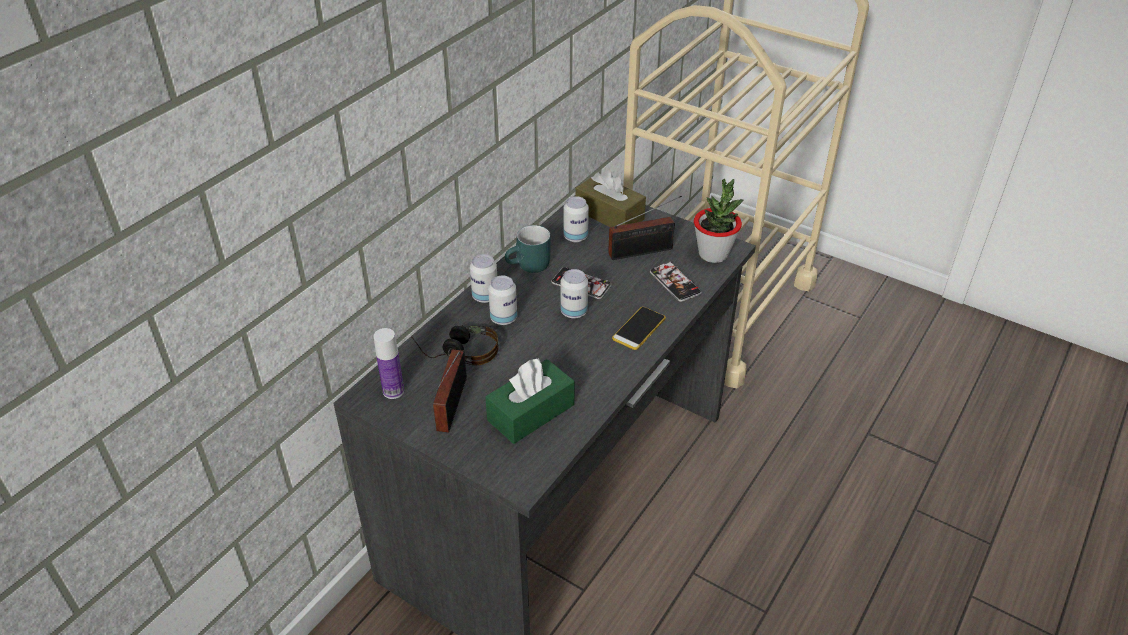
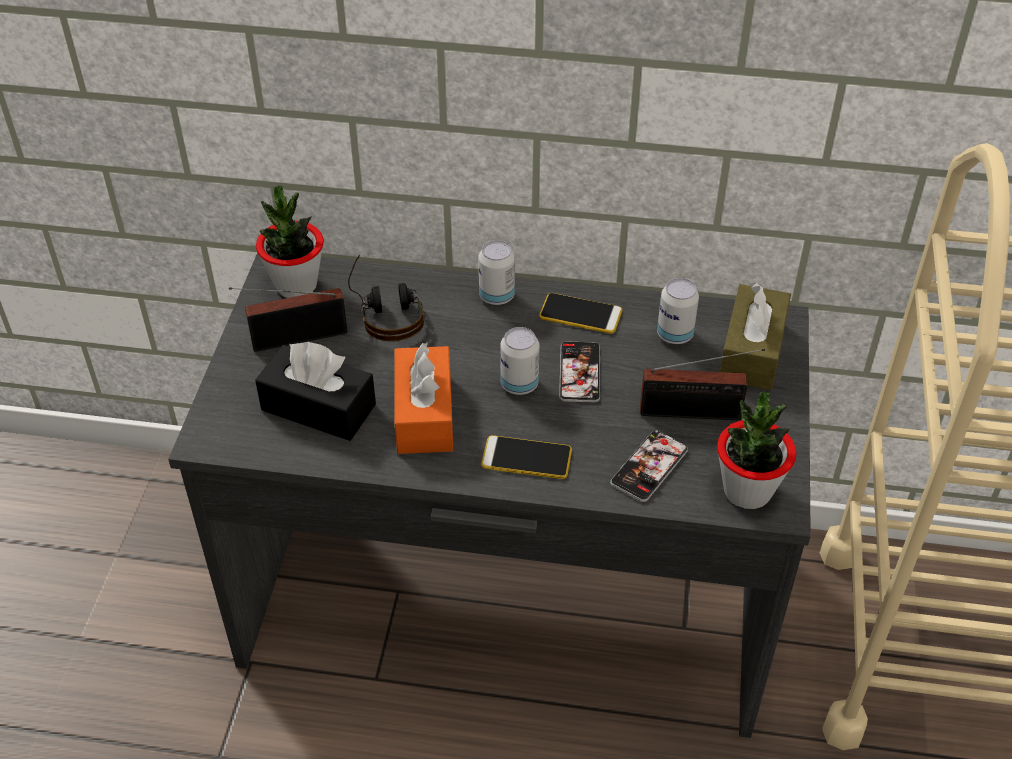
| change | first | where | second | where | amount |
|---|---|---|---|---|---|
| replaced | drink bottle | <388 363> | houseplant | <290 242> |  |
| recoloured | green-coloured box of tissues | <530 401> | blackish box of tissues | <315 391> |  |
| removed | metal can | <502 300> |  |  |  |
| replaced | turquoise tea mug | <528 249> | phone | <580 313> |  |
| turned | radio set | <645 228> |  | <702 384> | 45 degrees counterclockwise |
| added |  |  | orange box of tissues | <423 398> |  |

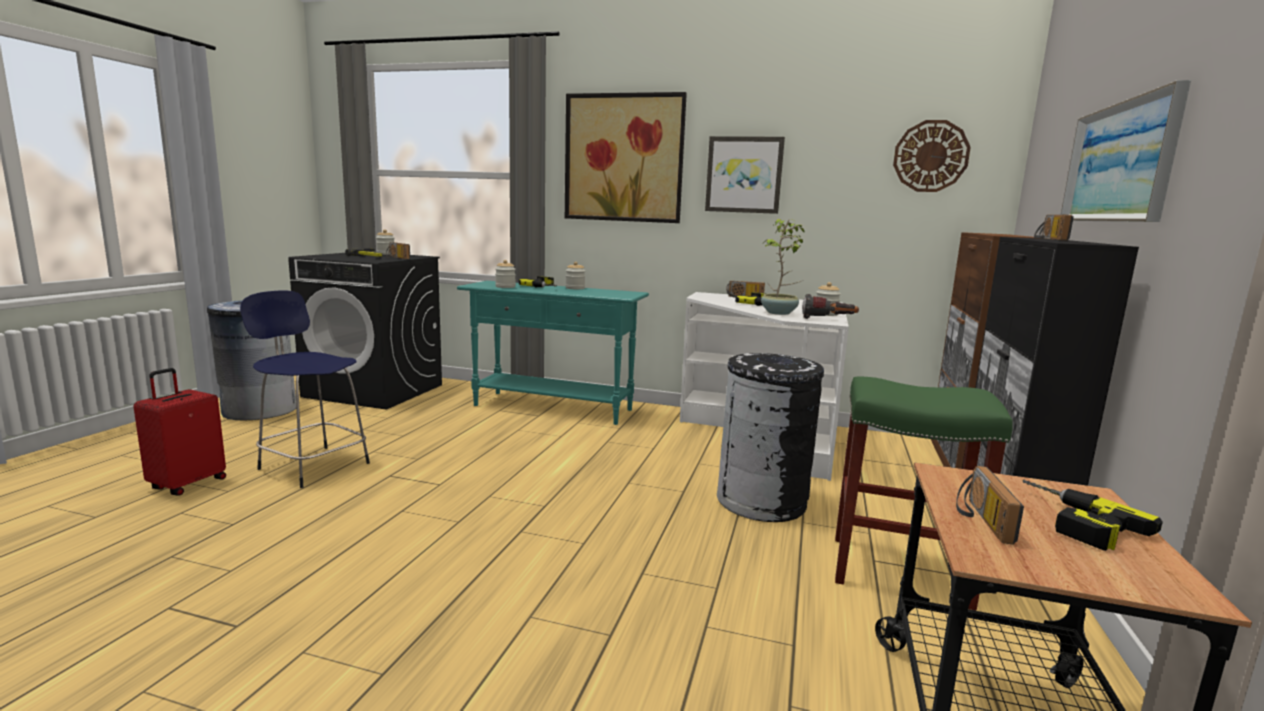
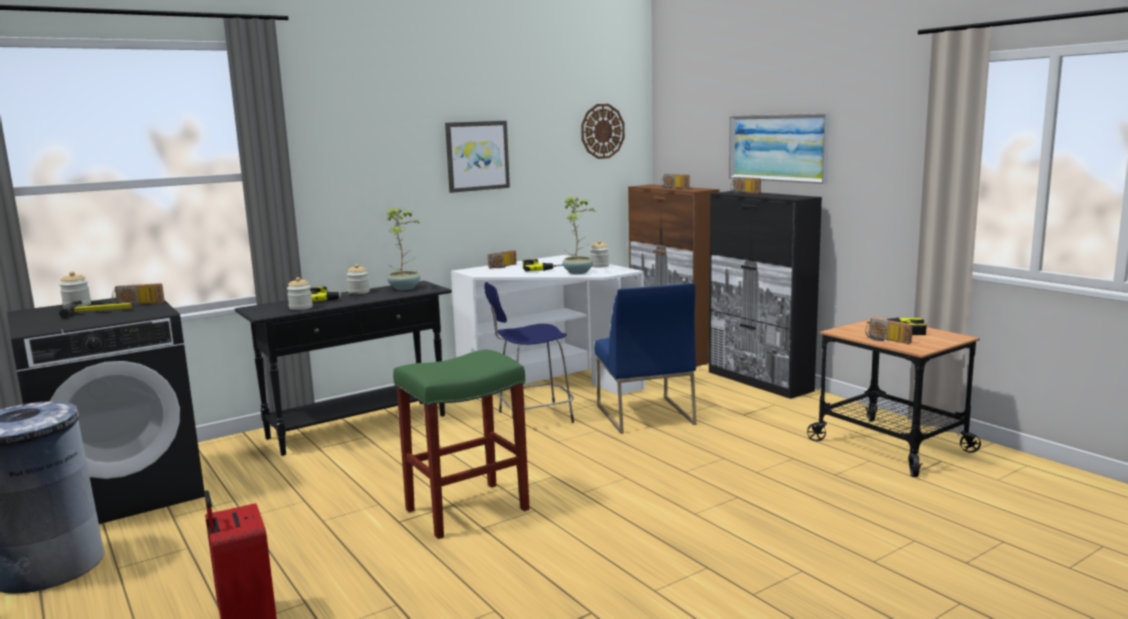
| change | first | where | second | where | amount |
|---|---|---|---|---|---|
| moved | bluish sitting stool | <305 389> |  | <529 352> |  |
| recoloured | turquoise console table | <553 353> | blackish console table | <343 368> |  |
| removed | wall picture | <626 157> |  |  |  |
| replaced | blackish waste bin | <770 437> | bluish chair | <645 358> |  |
| removed | hand torch | <830 306> |  |  |  |
| moved | green-coloured sitting stool | <924 493> |  | <461 444> |  |
| added |  |  | houseplant | <403 248> |  |
| added |  |  | radio set | <675 181> |  |

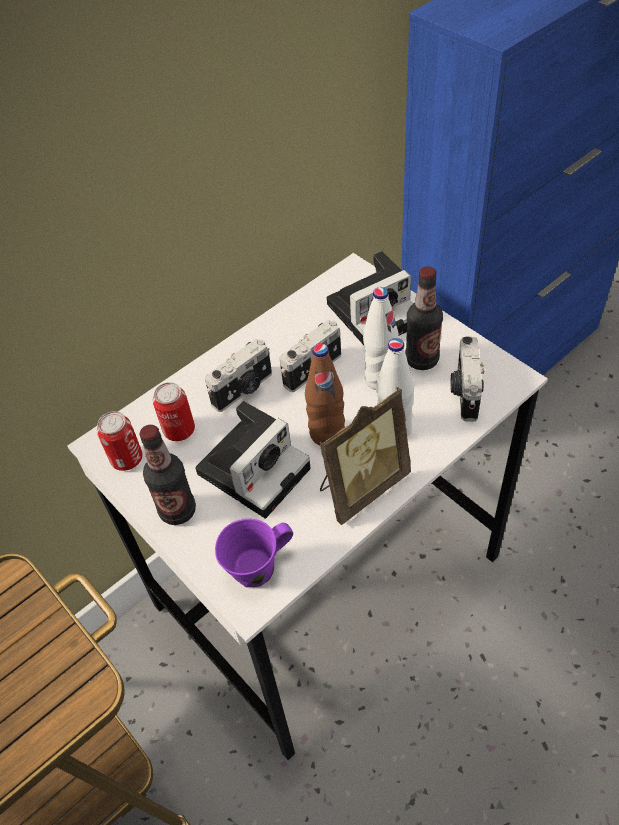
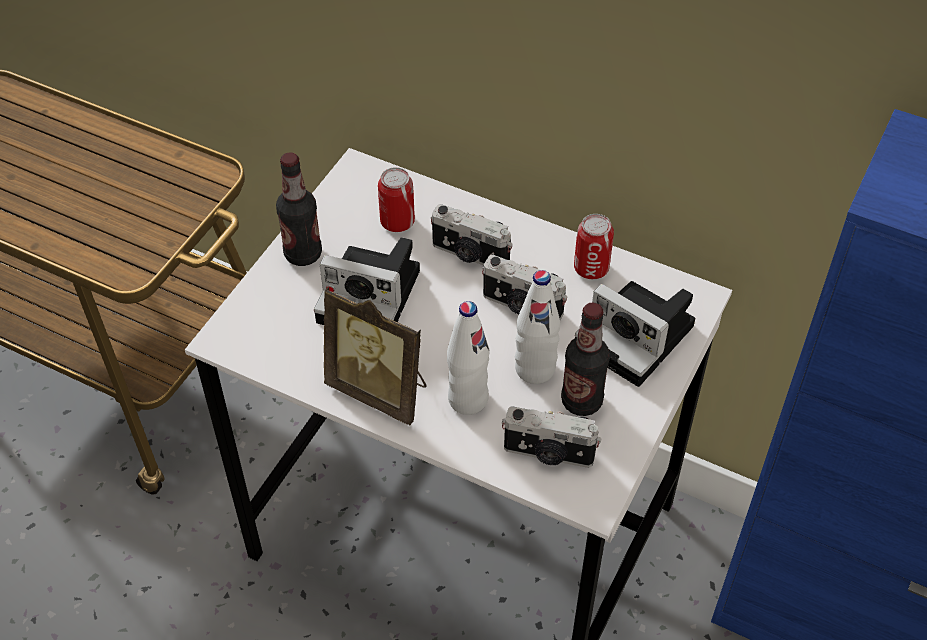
| change | first | where | second | where | amount |
|---|---|---|---|---|---|
| moved | metal can | <120 441> |  | <594 246> |  |
| removed | purplish tea mug | <254 552> |  |  |  |
| removed | brown-coloured drink bottle | <325 394> |  |  |  |
| turned | still camera | <467 378> |  | <552 437> | 150 degrees counterclockwise |

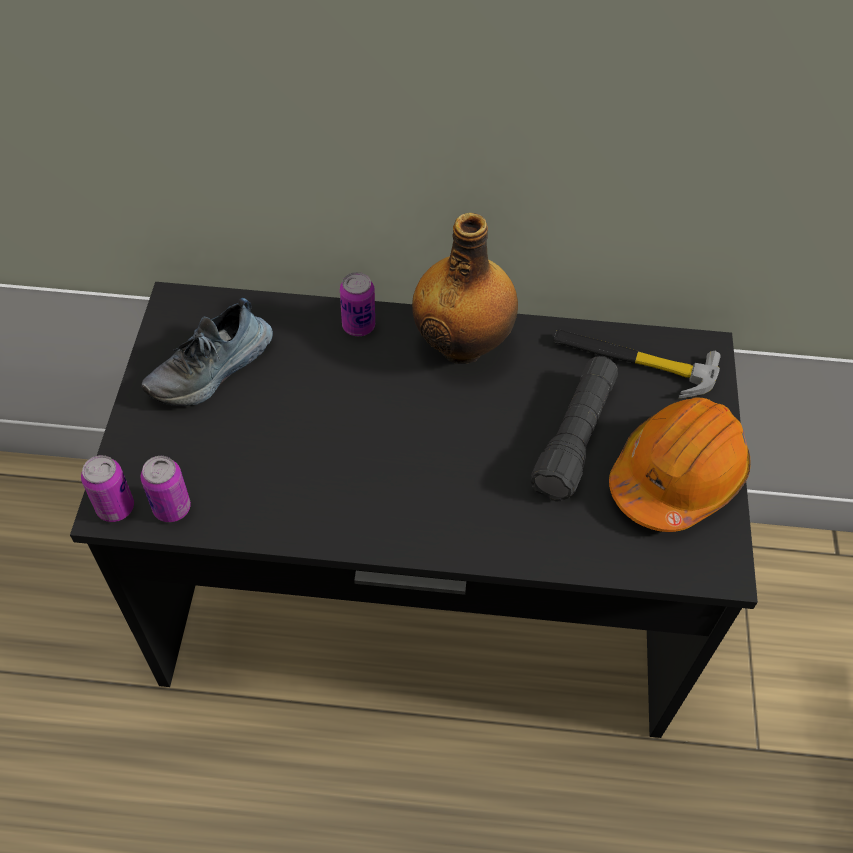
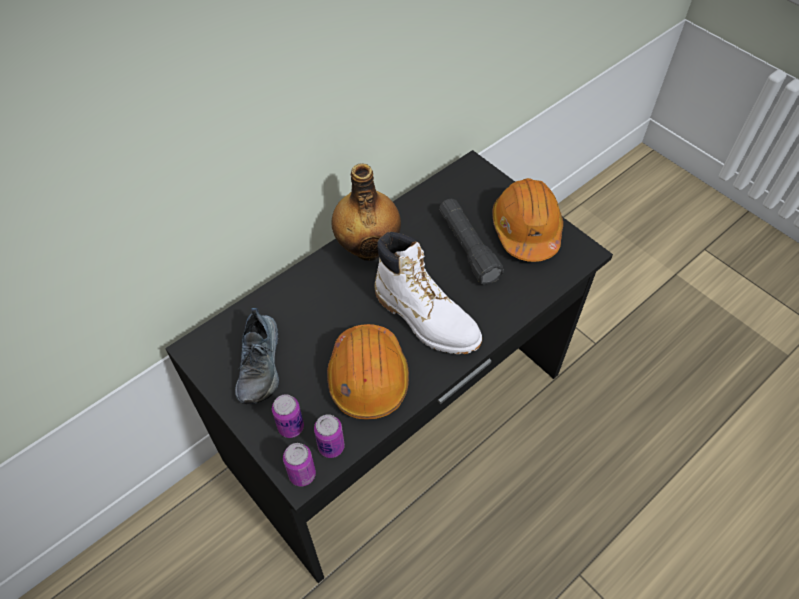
| change | first | where | second | where | amount |
|---|---|---|---|---|---|
| moved | metal can | <357 304> |  | <288 416> |  |
| removed | hammer | <637 364> |  |  |  |
| added |  |  | orange work helmet | <368 371> |  |
| added |  |  | white-coloured high-top boot | <428 293> |  |

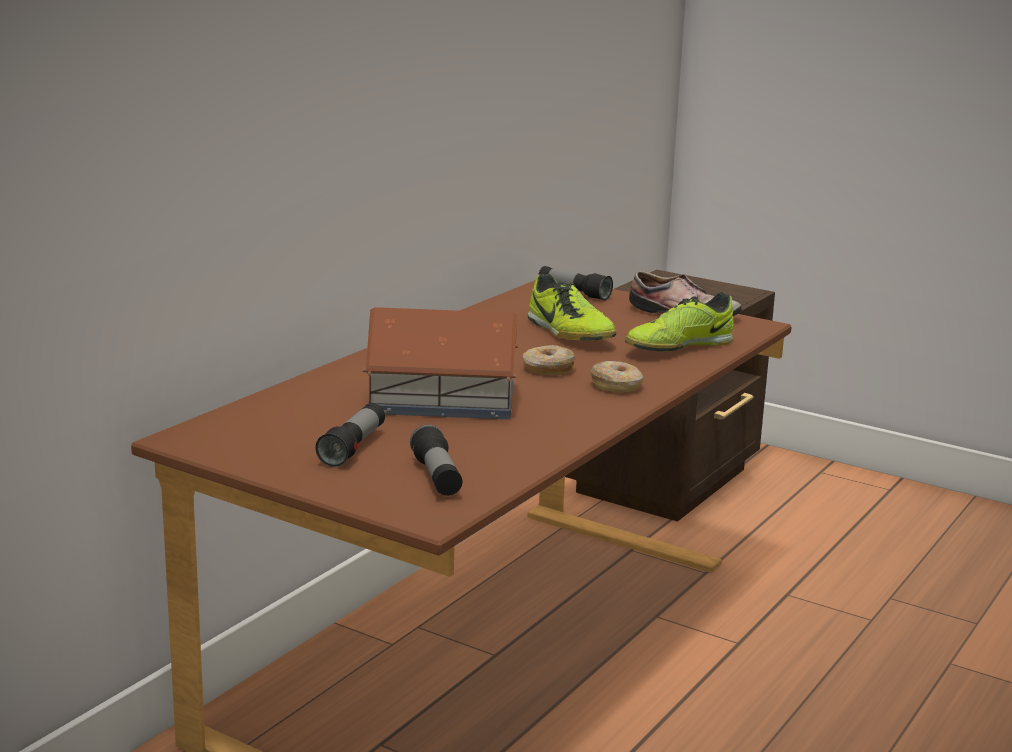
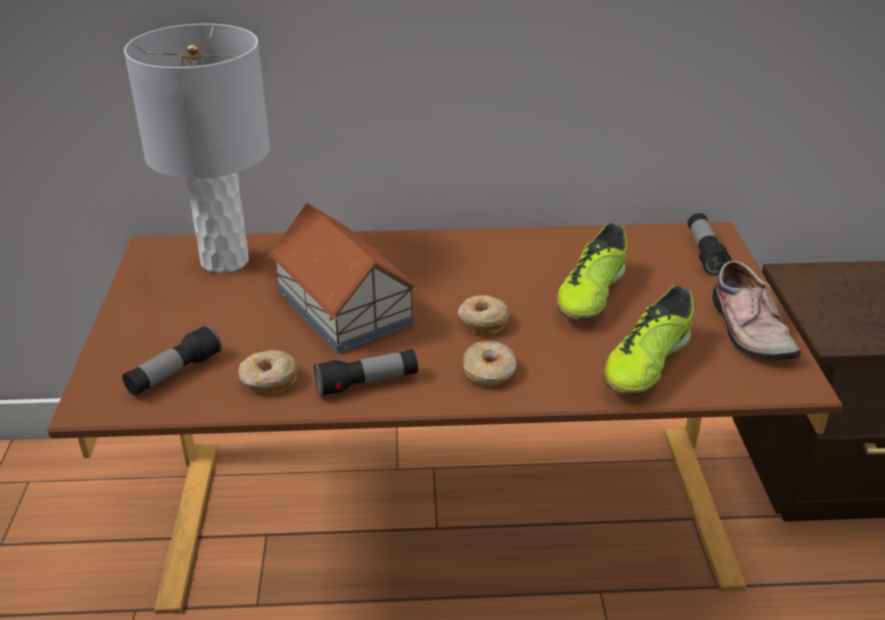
| change | first | where | second | where | amount |
|---|---|---|---|---|---|
| moved | hand torch | <350 435> |  | <366 373> |  |
| turned | item of footwear | <679 322> |  | <649 341> | 75 degrees counterclockwise |
| added |  |  | greyish lamp for a table | <197 149> |  |
| added |  |  | ring doughnut | <268 372> |  |

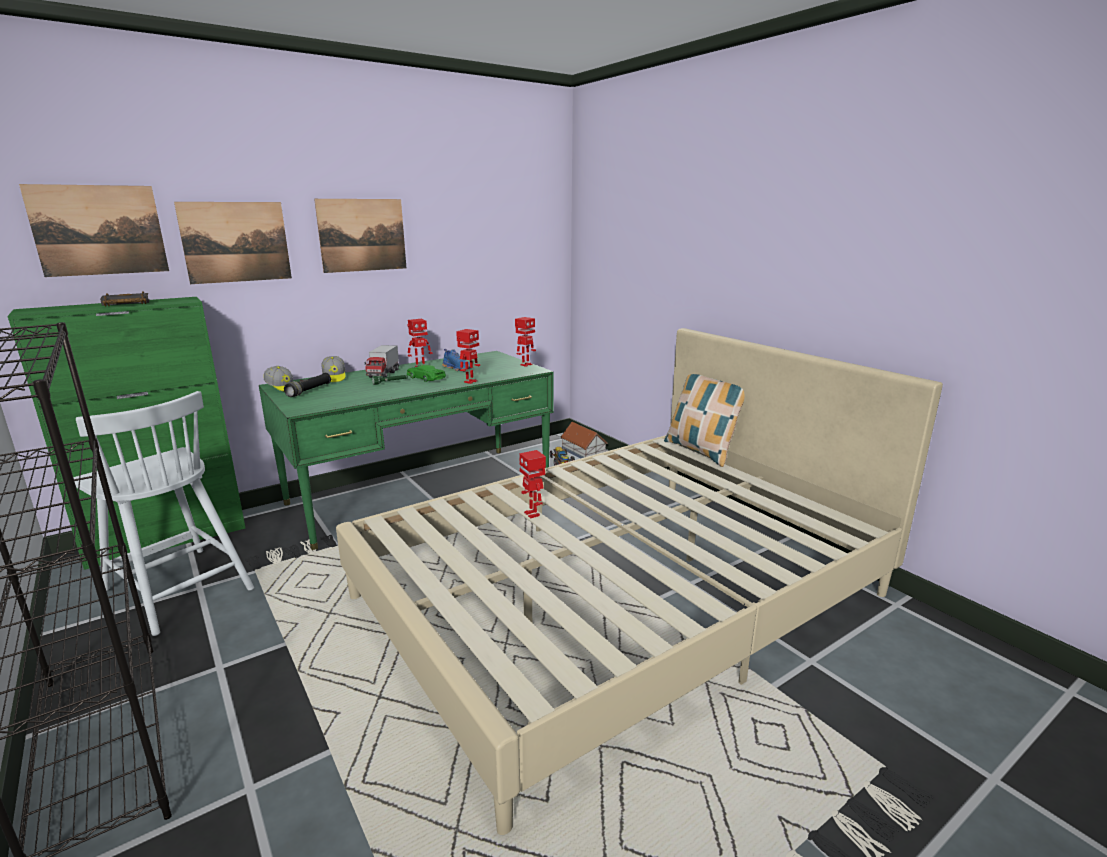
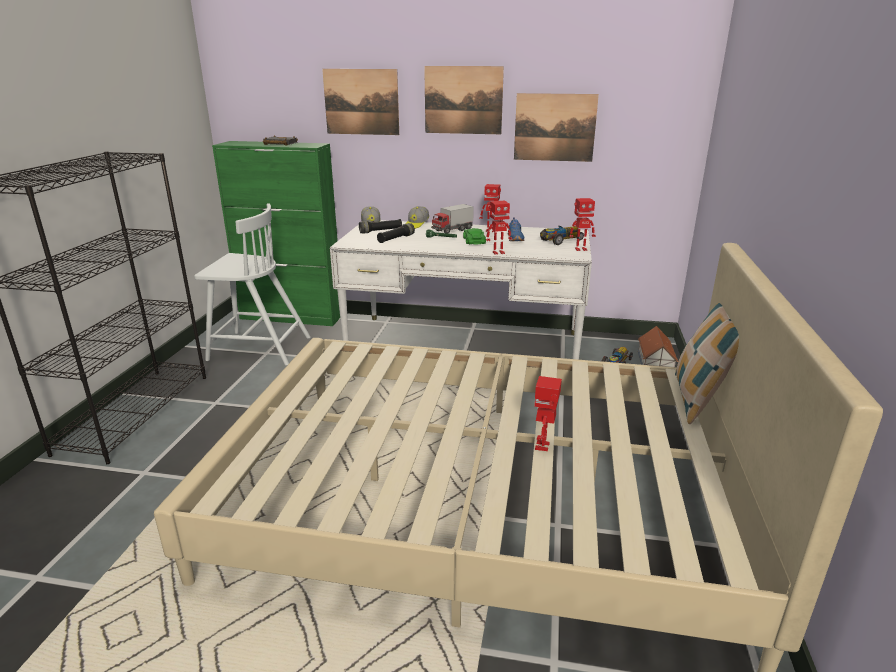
| change | first | where | second | where | amount |
|---|---|---|---|---|---|
| moved | wall picture | <94 230> |  | <556 127> |  |
| turned | white-coloured chair | <163 513> |  | <252 285> | 75 degrees counterclockwise |
| recoloured | green-coloured desk table | <406 450> | white-coloured desk table | <461 290> |  |
| moved | robot figure | <532 484> |  | <548 413> |  |
| added |  |  | blackish hand torch | <396 233> |  |
| added |  |  | toy car | <562 235> |  |

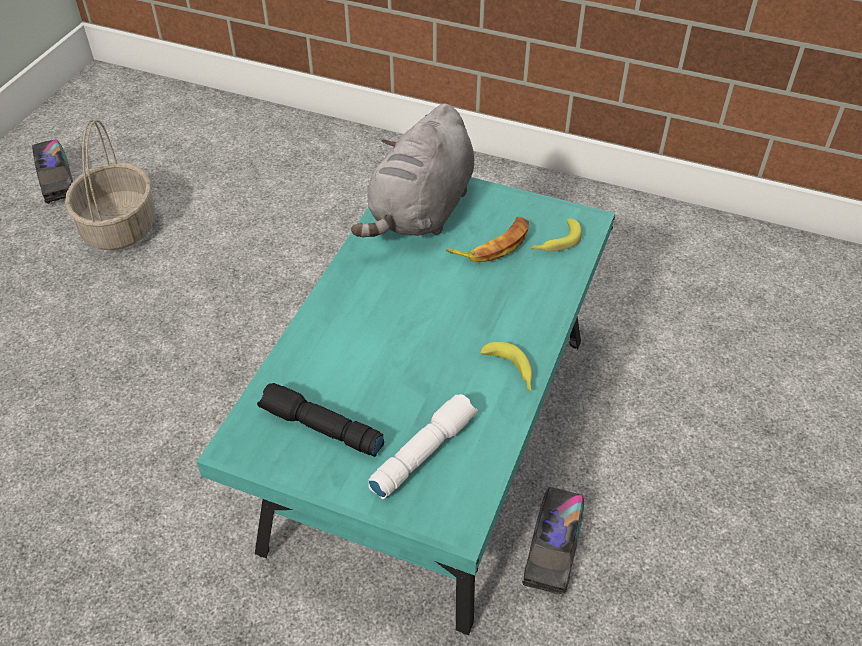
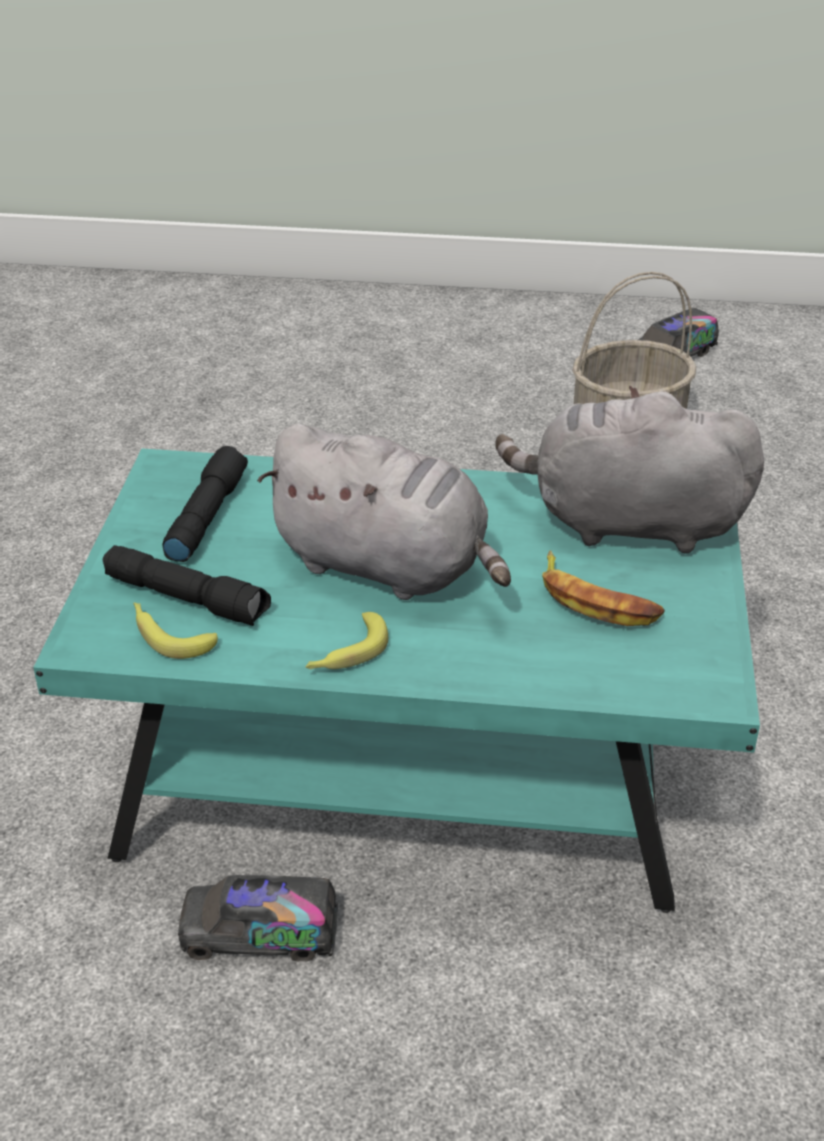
| change | first | where | second | where | amount |
|---|---|---|---|---|---|
| recoloured | white-coloured hand torch | <423 446> | blackish hand torch | <187 585> |  |
| moved | banana | <556 235> |  | <175 630> |  |
| added |  |  | greyish cuddly toy | <384 512> |  |

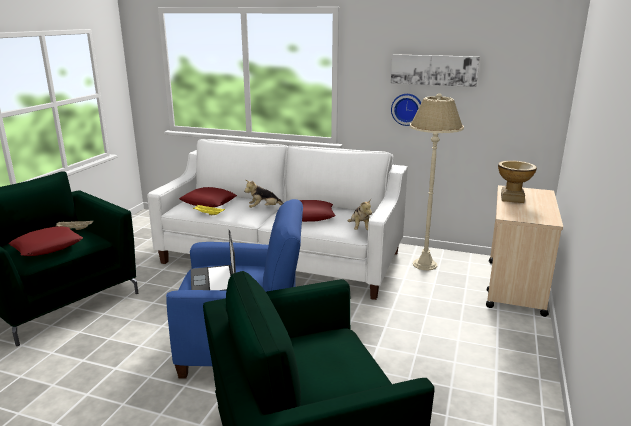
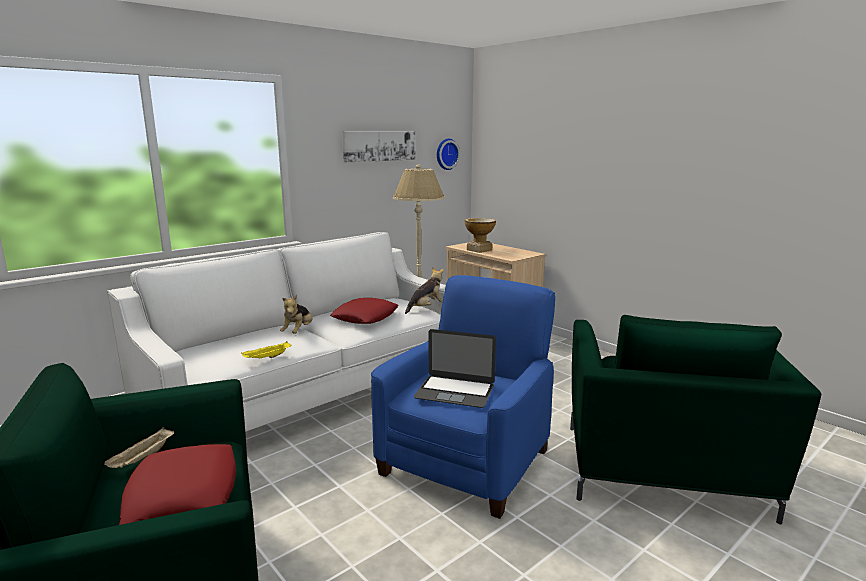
| change | first | where | second | where | amount |
|---|---|---|---|---|---|
| removed | reddish cushion | <208 197> |  |  |  |
| turned | cuddly toy | <360 214> |  | <424 290> | 60 degrees counterclockwise |
| moved | hanging clock | <406 110> |  | <448 154> |  |

